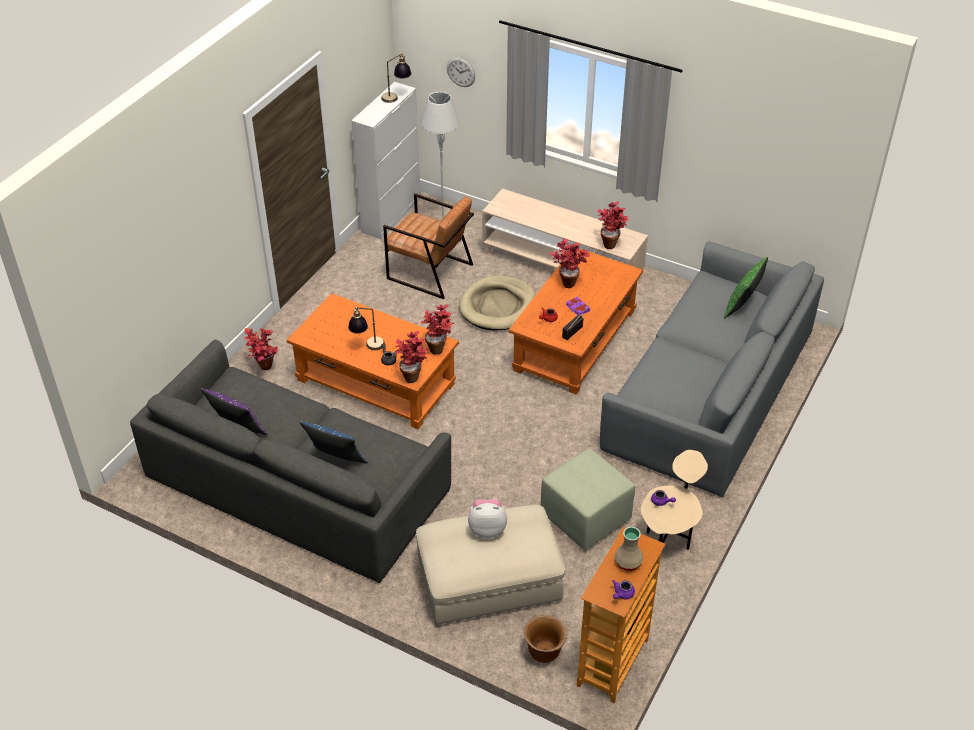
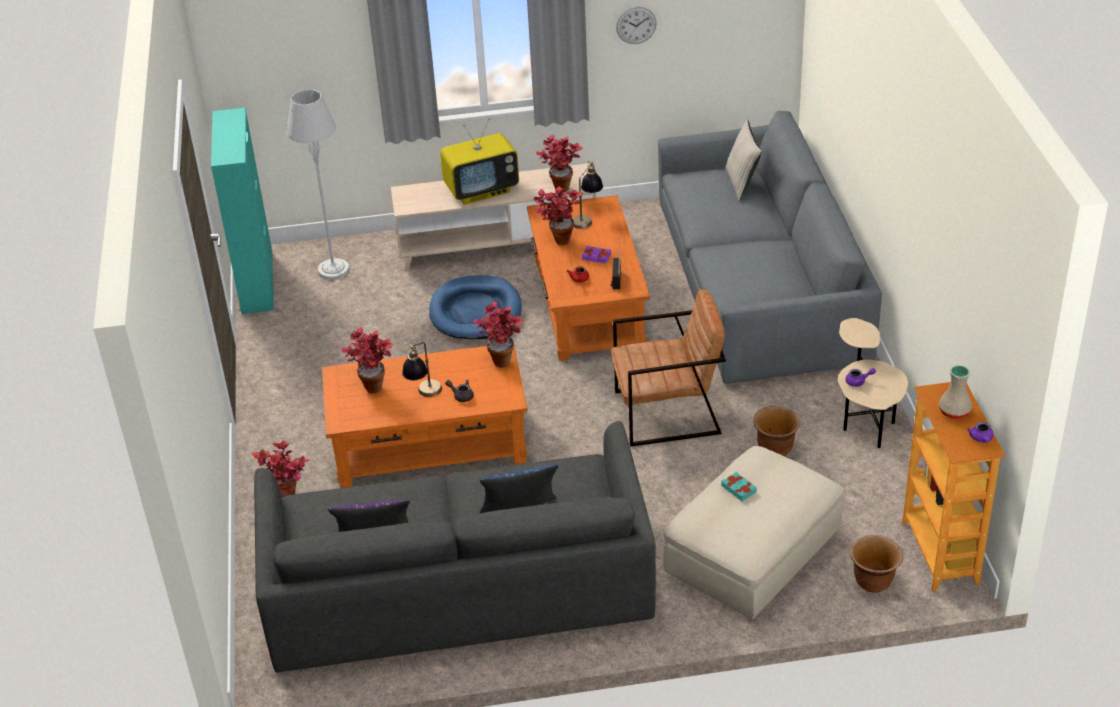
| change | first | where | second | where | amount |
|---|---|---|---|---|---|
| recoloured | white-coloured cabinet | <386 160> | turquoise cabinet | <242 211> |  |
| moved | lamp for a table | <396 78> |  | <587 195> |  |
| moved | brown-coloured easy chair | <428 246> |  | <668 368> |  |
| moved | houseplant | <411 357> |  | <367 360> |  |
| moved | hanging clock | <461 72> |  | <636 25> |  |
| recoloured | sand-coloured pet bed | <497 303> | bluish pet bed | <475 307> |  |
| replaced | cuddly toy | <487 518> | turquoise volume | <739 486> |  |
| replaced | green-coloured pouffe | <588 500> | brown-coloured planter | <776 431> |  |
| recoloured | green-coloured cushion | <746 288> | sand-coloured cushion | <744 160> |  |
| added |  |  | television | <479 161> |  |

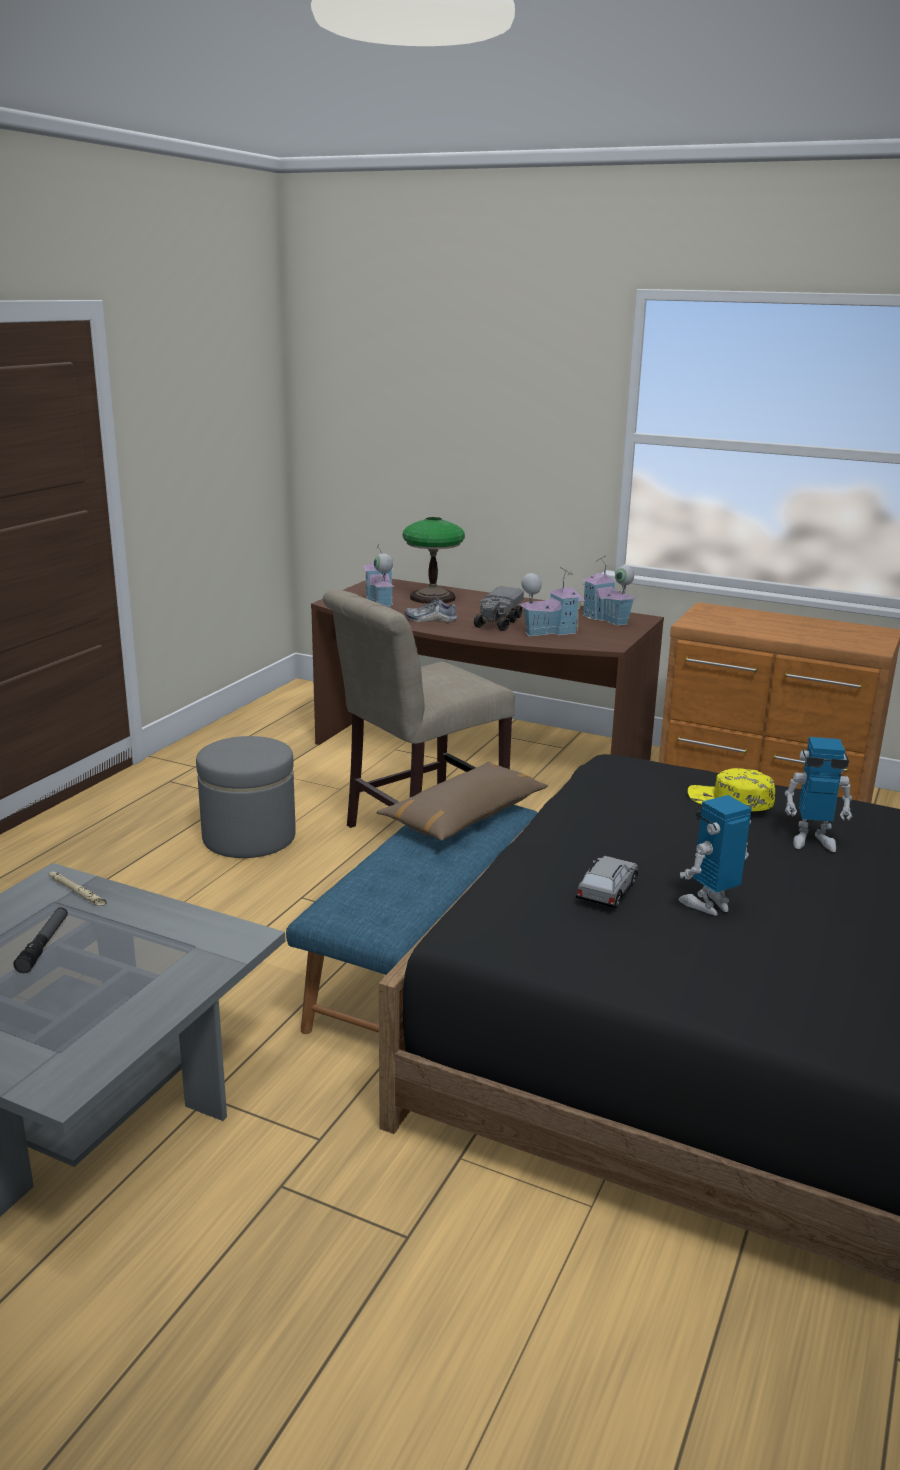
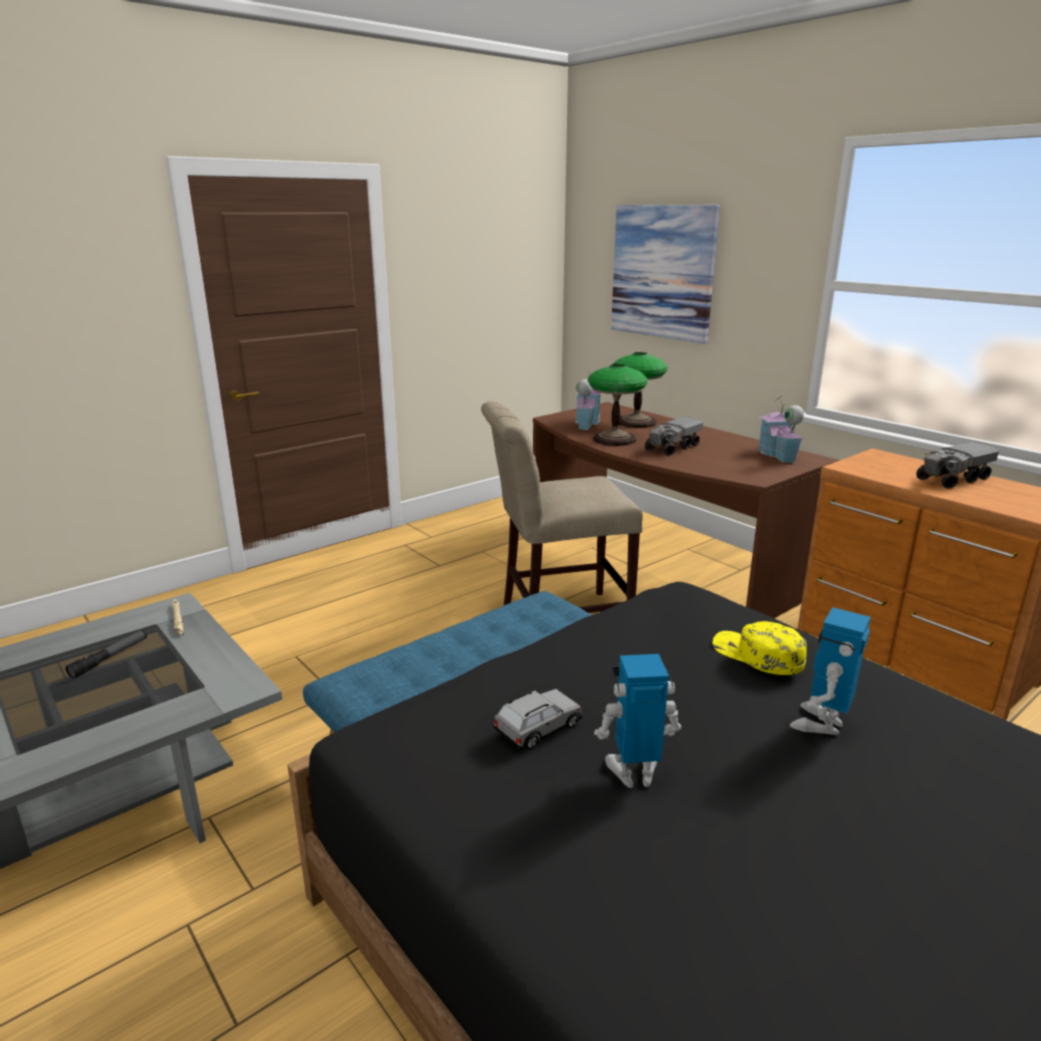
| change | first | where | second | where | amount |
|---|---|---|---|---|---|
| removed | greyish pouffe | <246 797> |  |  |  |
| removed | brown-coloured cushion | <462 801> |  |  |  |
| replaced | item of footwear | <431 608> | lamp for a table | <617 405> |  |
| removed | model house | <552 601> |  |  |  |
| turned | robot figure | <818 794> |  | <830 671> | 90 degrees clockwise |
| added |  |  | wall picture | <665 274> |  |
| added |  |  | model truck | <957 465> |  |

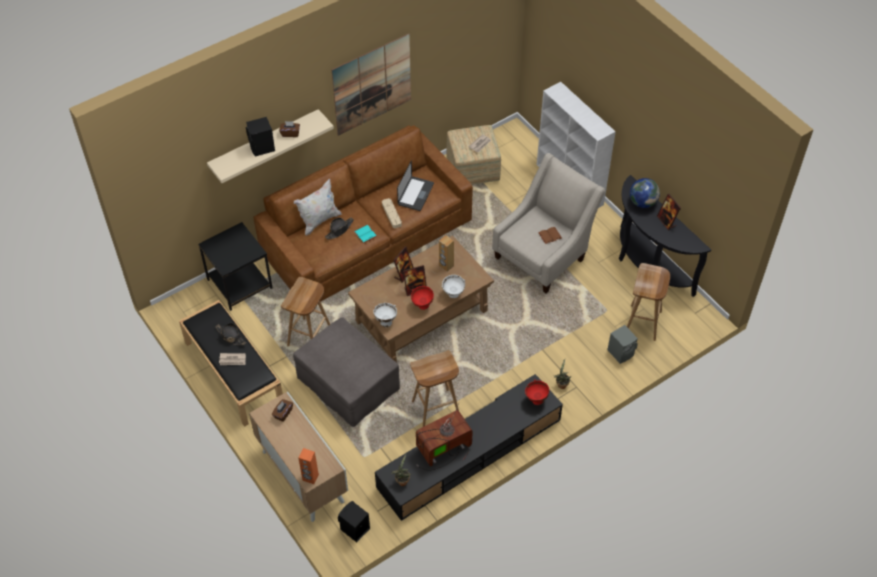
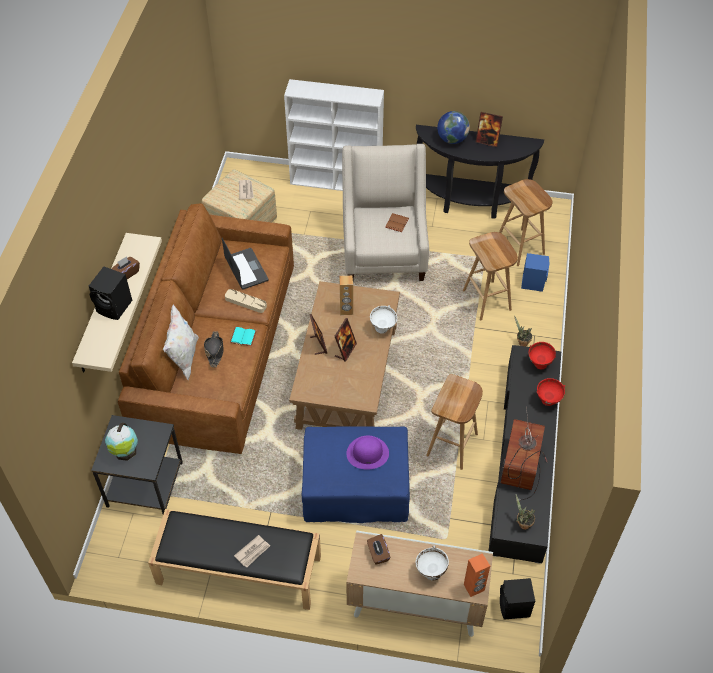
| change | first | where | second | where | amount |
|---|---|---|---|---|---|
| removed | blackish wearable hat | <230 334> |  |  |  |
| moved | brown-coloured sitting stool | <305 311> |  | <490 276> |  |
| recoloured | greyish pouffe | <346 372> | bluish pouffe | <356 474> |  |
| removed | wall picture | <371 84> |  |  |  |
| moved | white-coloured serving bowl | <385 315> |  | <432 563> |  |
| moved | reddish serving bowl | <422 298> |  | <551 392> |  |
| recoloured | greyish audio speaker | <622 344> | bluish audio speaker | <535 272> |  |
| added |  |  | globe | <121 442> |  |
| added |  |  | purplish wearable hat | <367 452> |  |

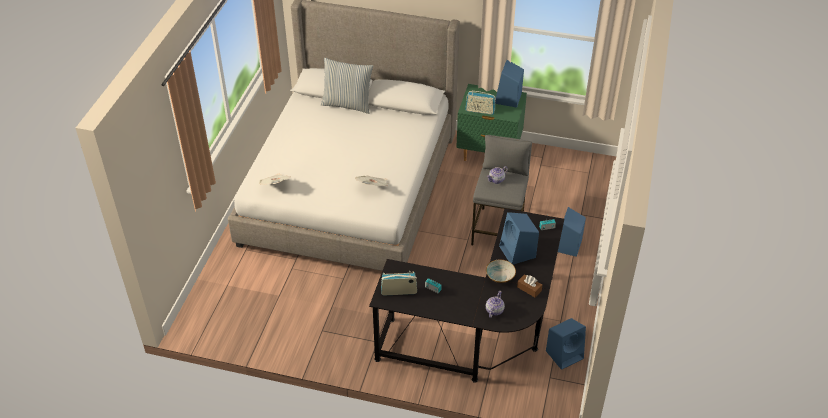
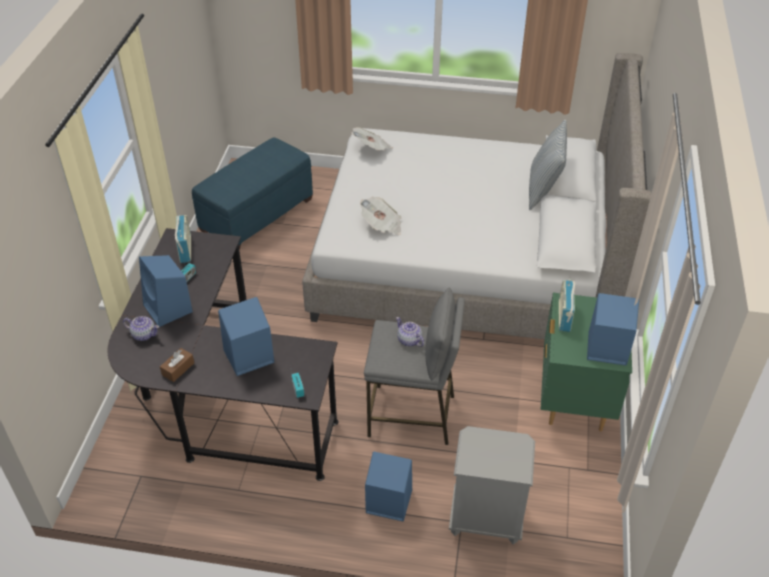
| change | first | where | second | where | amount |
|---|---|---|---|---|---|
| removed | serving bowl | <501 271> |  |  |  |
| moved | bluish audio speaker | <566 344> |  | <166 291> |  |
| added |  |  | bluish pouffe | <252 193> |  |
| added |  |  | greyish bedside table | <492 485> |  |

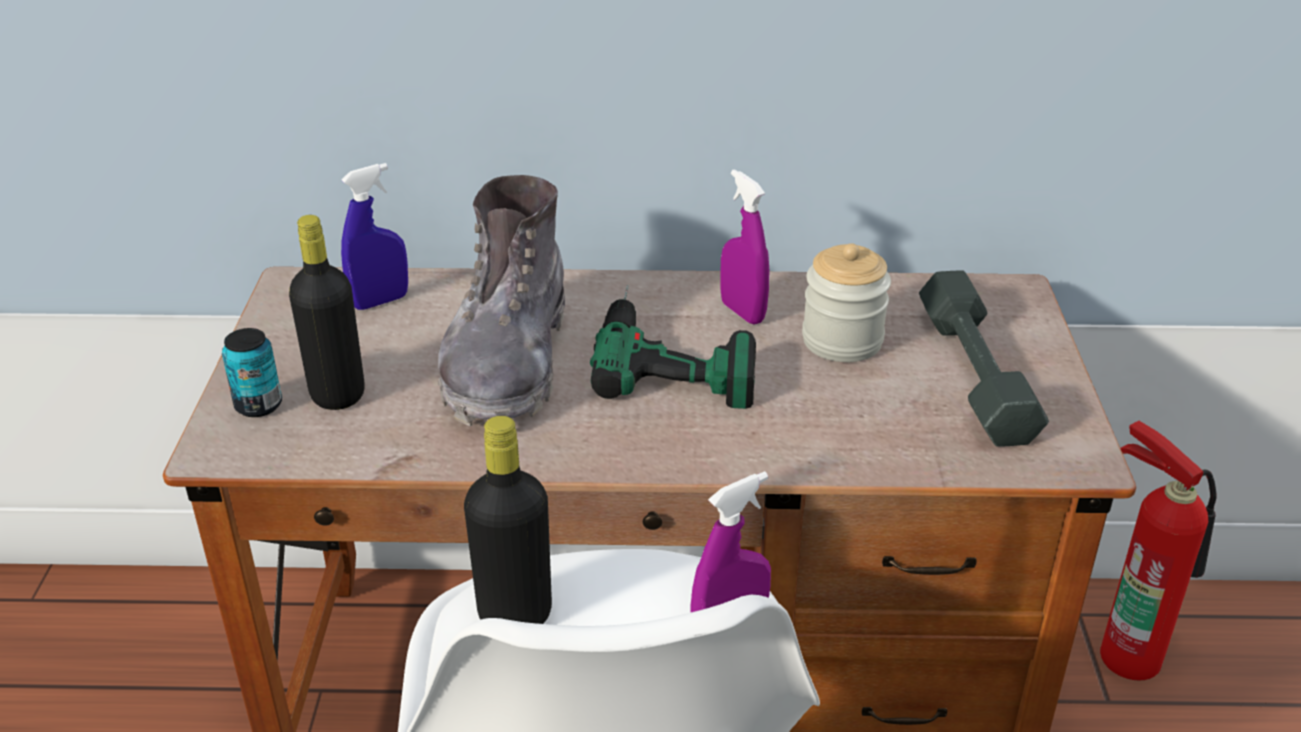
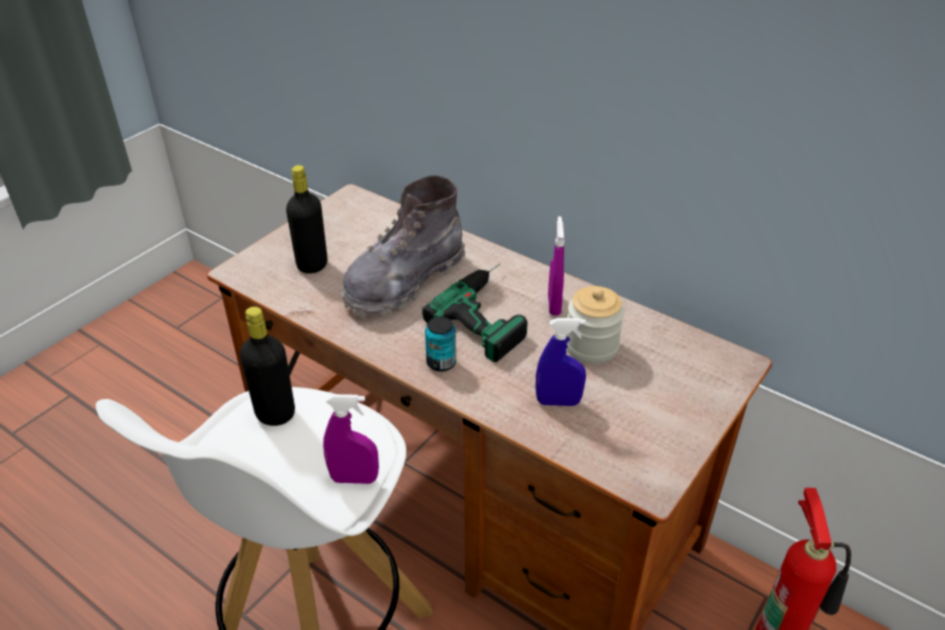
| change | first | where | second | where | amount |
|---|---|---|---|---|---|
| moved | metal can | <252 372> |  | <440 344> |  |
| moved | bluish sprayer | <374 236> |  | <561 362> |  |
| removed | greyish dumbbell | <984 358> |  |  |  |

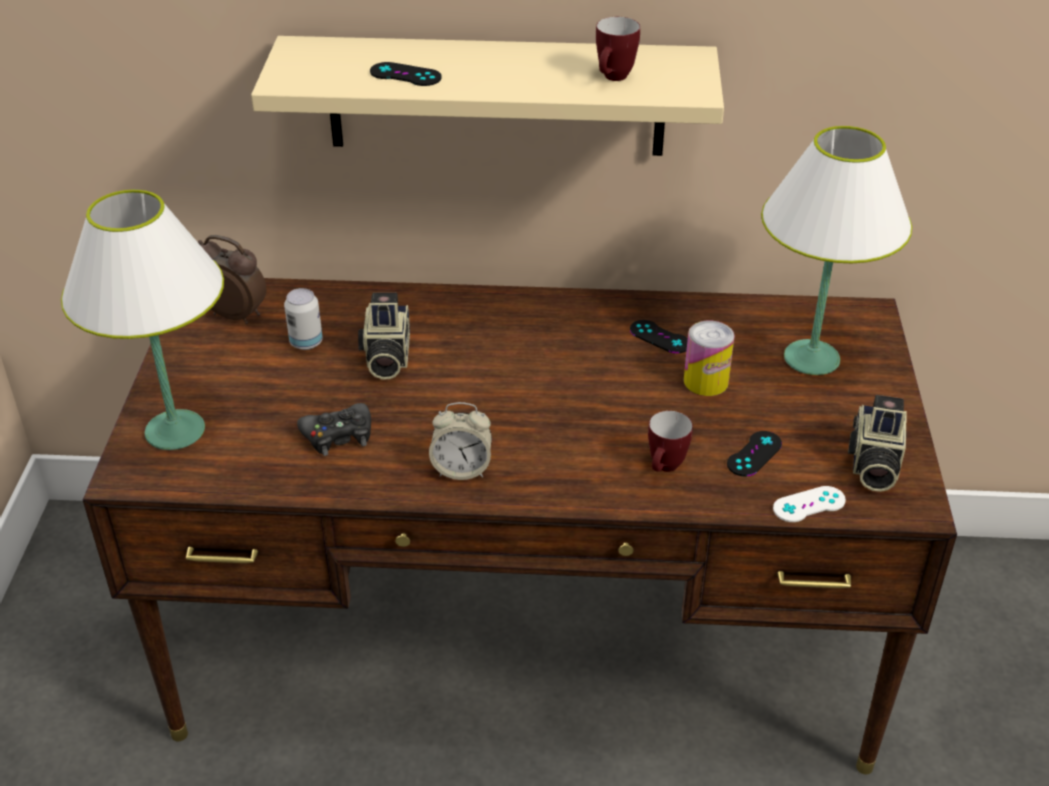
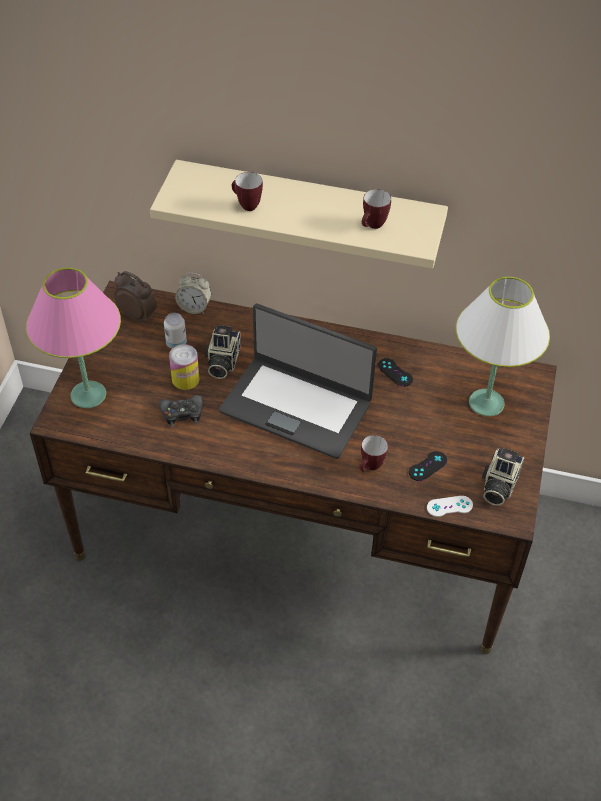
| change | first | where | second | where | amount |
|---|---|---|---|---|---|
| recoloured | white-coloured lamp for a table | <142 320> | pinkish lamp for a table | <73 338> |  |
| replaced | blackish gamepad | <405 74> | tea mug | <247 191> |  |
| moved | table clock | <460 441> |  | <193 293> |  |
| moved | metal can | <709 358> |  | <184 367> |  |
| added |  |  | notebook computer | <298 381> |  |

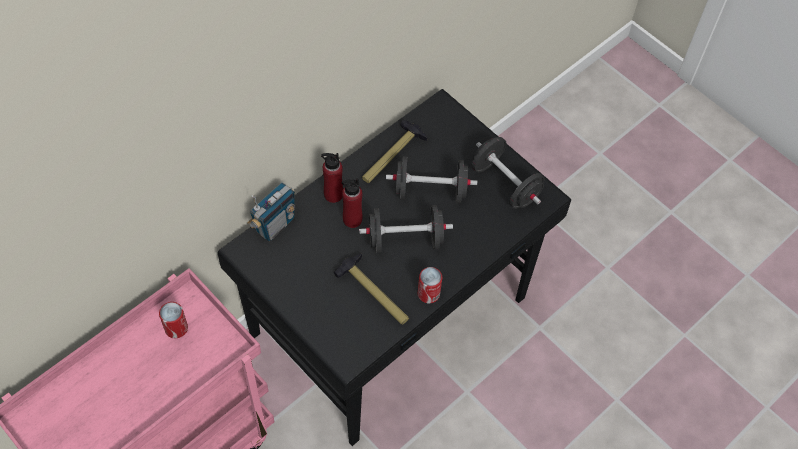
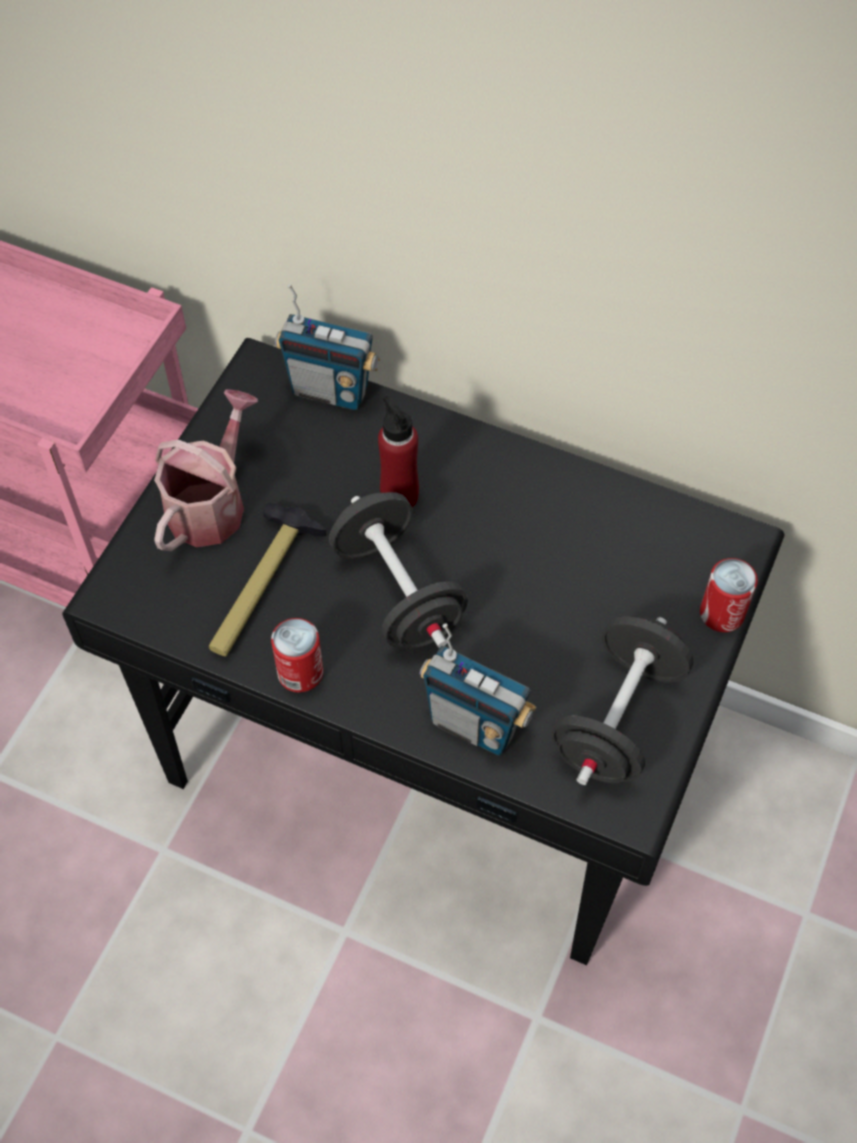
| change | first | where | second | where | amount |
|---|---|---|---|---|---|
| moved | metal can | <173 320> |  | <729 595> |  |
| removed | reddish drink bottle | <332 178> |  |  |  |
| removed | hammer | <394 151> |  |  |  |
| removed | blackish dumbbell | <431 179> |  |  |  |
| added |  |  | watering pot | <206 470> |  |
| added |  |  | radio set | <478 689> |  |

